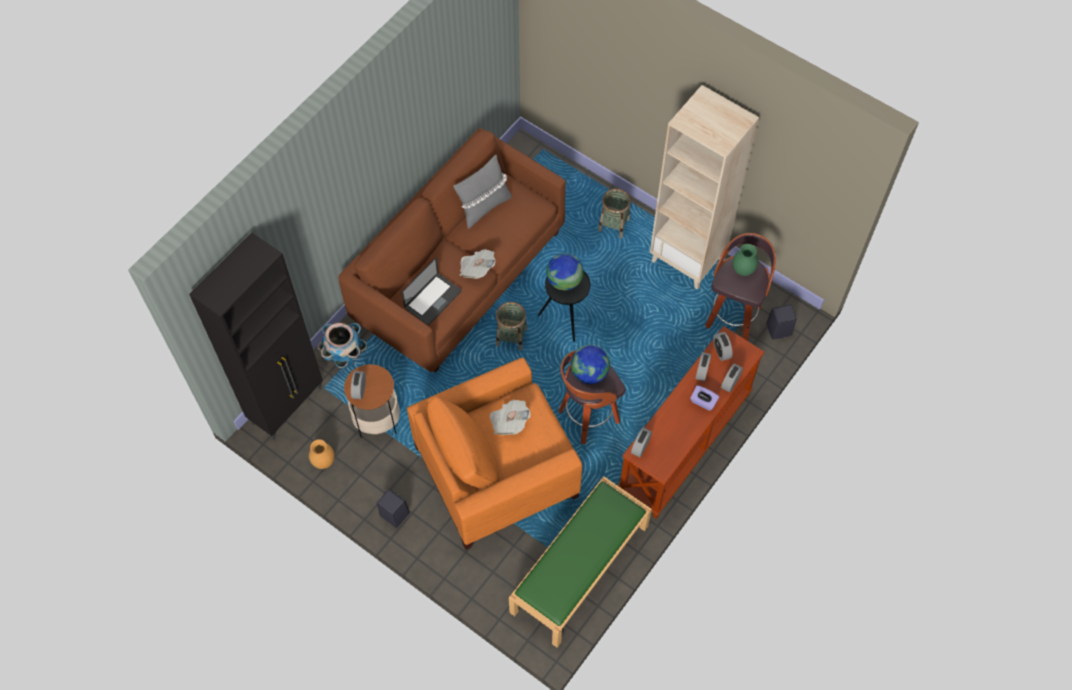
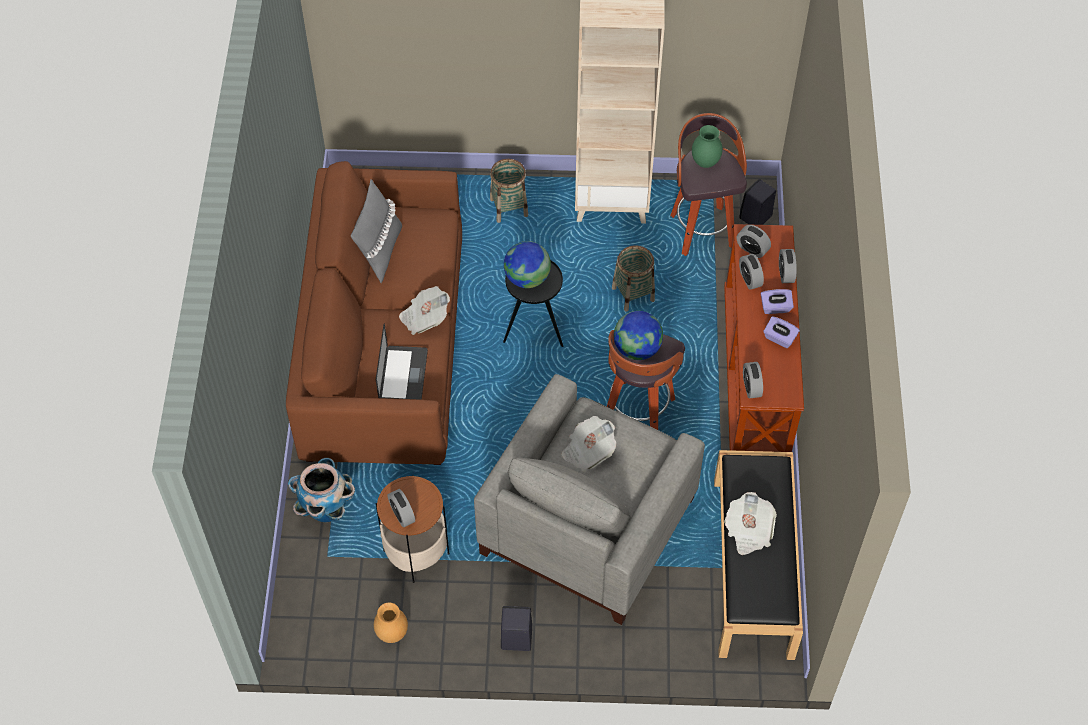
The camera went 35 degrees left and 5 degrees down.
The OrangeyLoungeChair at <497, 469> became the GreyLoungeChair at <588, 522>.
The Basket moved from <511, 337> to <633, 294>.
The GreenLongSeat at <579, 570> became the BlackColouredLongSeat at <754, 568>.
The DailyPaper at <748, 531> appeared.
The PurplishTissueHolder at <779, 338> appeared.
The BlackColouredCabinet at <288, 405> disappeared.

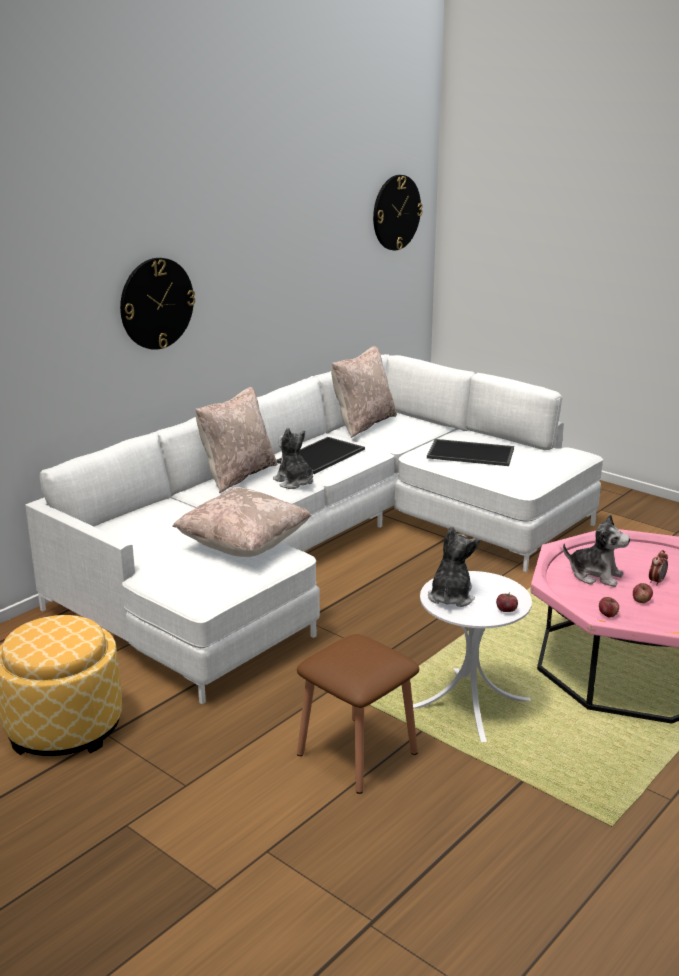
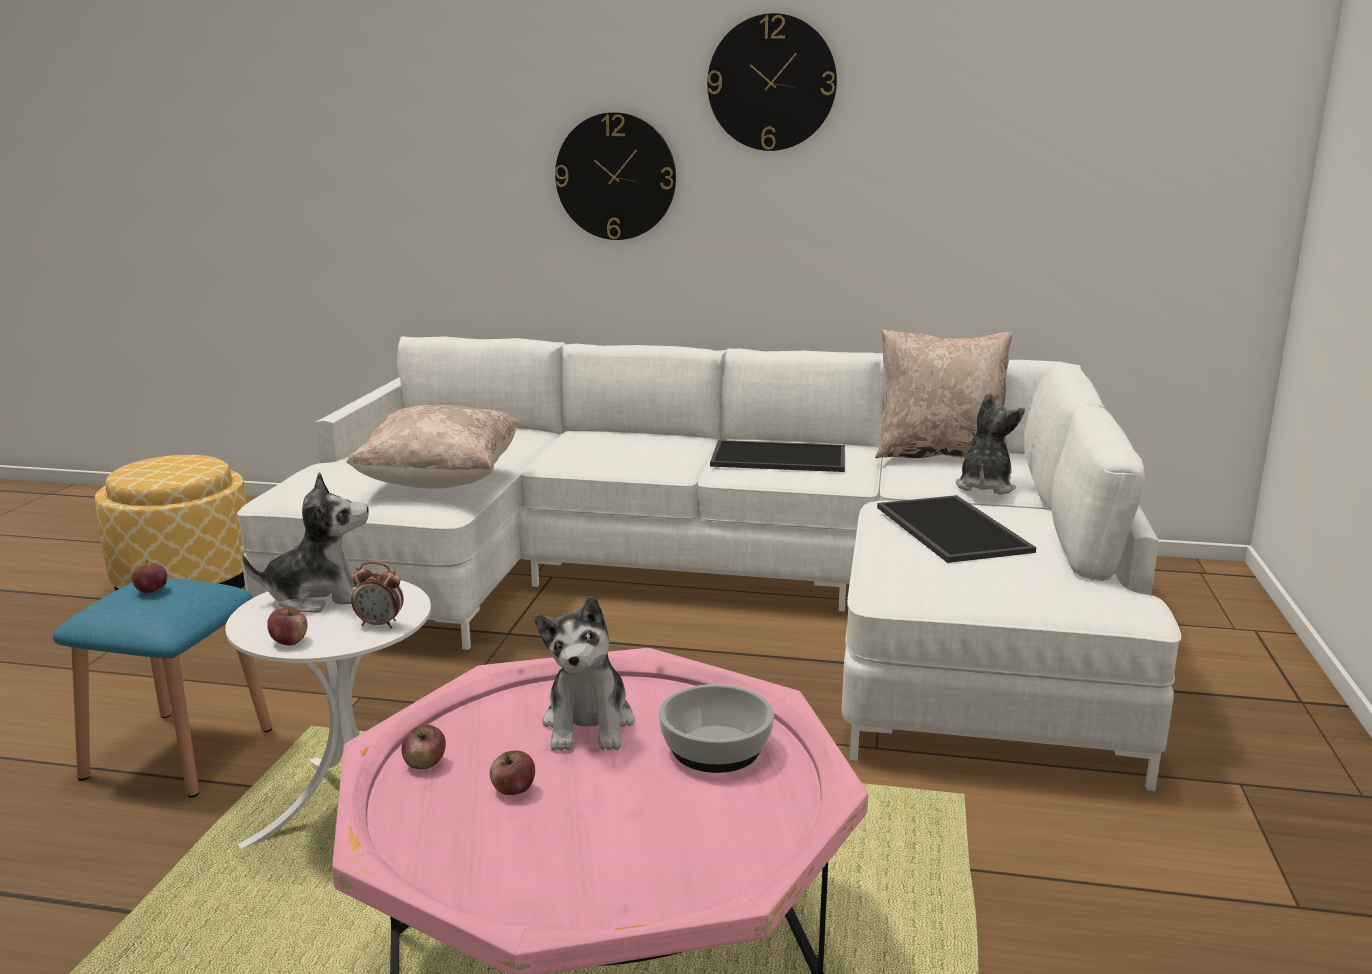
The camera went 60 degrees right and 5 degrees down.
The BrownishSittingStool at <357, 753> became the BlueColouredSittingStool at <178, 752>.
The AppleFruit at <151, 591> appeared.
The BedsideClock moved from <656, 581> to <380, 624>.
The DeepDish at <714, 748> appeared.
The HangingClock moved from <396, 212> to <771, 83>.
The CuddlyToy moved from <294, 482> to <984, 486>.
The SandColouredCushion at <237, 475> disappeared.

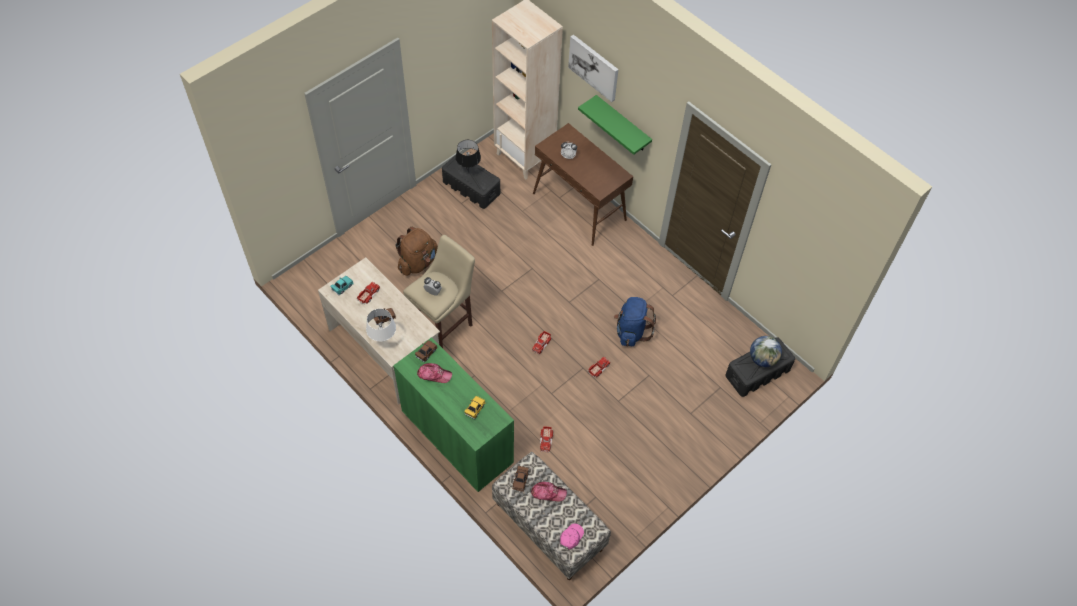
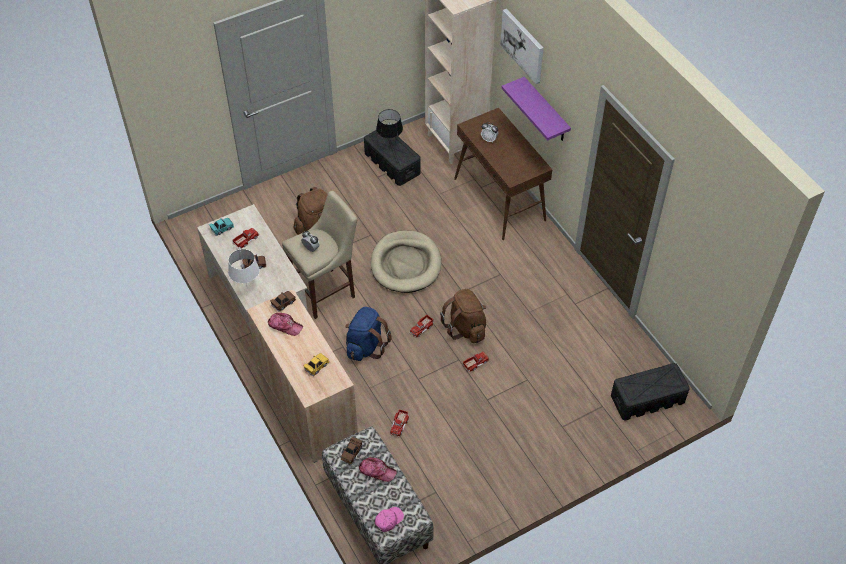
The camera went 15 degrees right and 5 degrees down.
The GreenCabinet at <457, 437> became the SandColouredCabinet at <308, 404>.
The BlueColouredBackpack moved from <631, 331> to <366, 346>.
The SandColouredDogCushion at <406, 264> appeared.
The BrownishBackpack at <466, 327> appeared.
The GreenBracketShelf at <622, 125> became the PurplishBracketShelf at <546, 111>.
The DeskGlobe at <762, 359> disappeared.

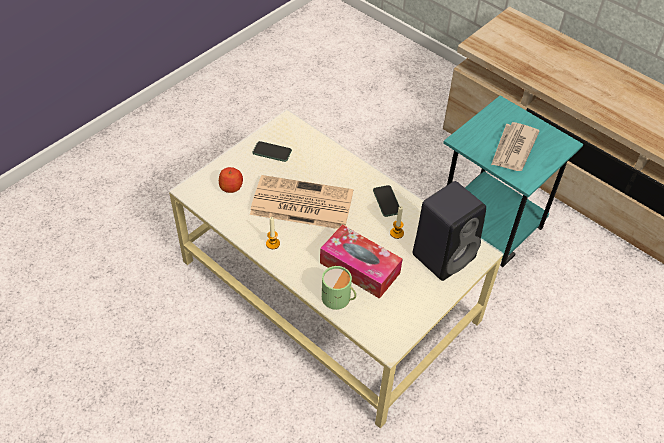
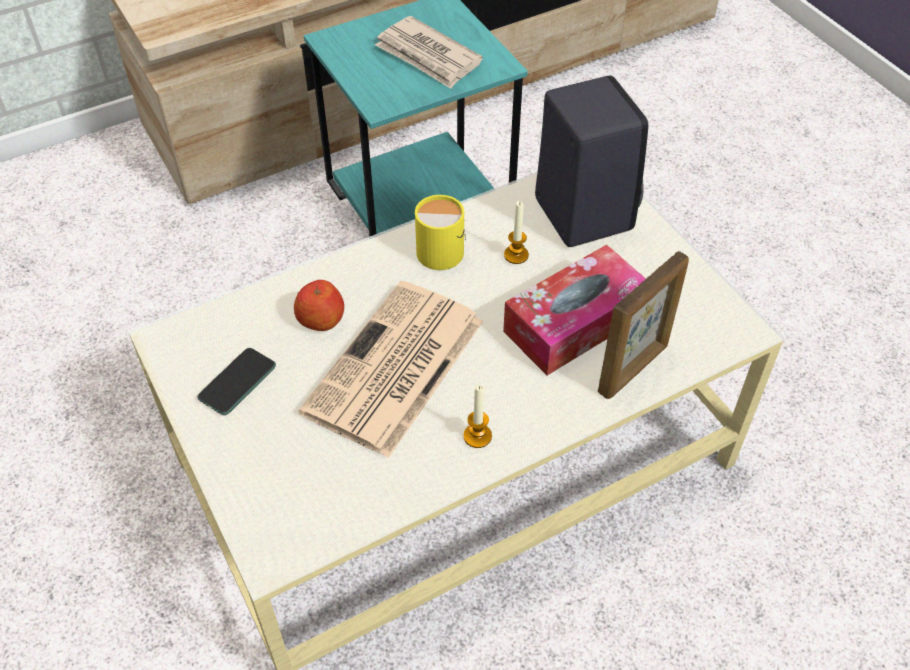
The camera went 70 degrees left and 0 degrees up.
The AppleFruit moved from <231, 187> to <321, 319>.
The Handset at <387, 201> was replaced by the YellowColouredMug at <441, 248>.
The GreenMug at <338, 299> was replaced by the PhotoFrame at <634, 369>.

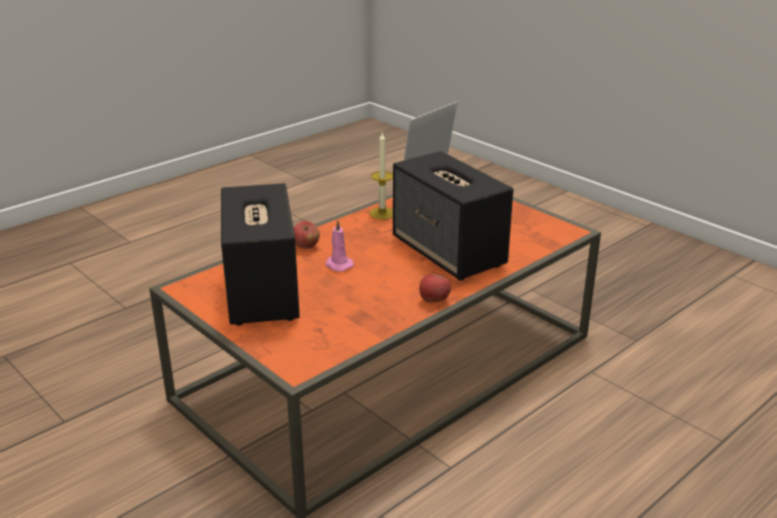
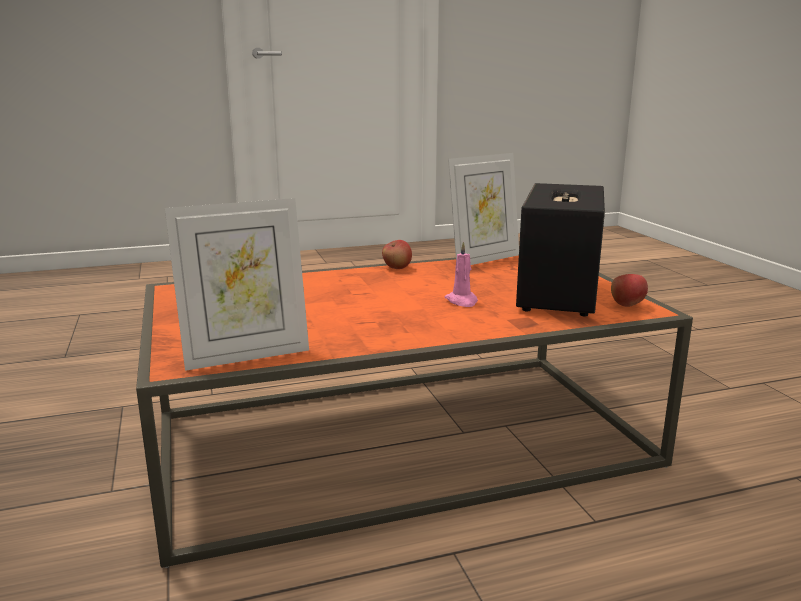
The camera went 155 degrees left and 10 degrees down.
The PhotoFrame at <483, 259> appeared.
The AppleFruit moved from <306, 247> to <627, 305>.
The WaxLight at <382, 213> disappeared.
The Speaker at <449, 252> disappeared.

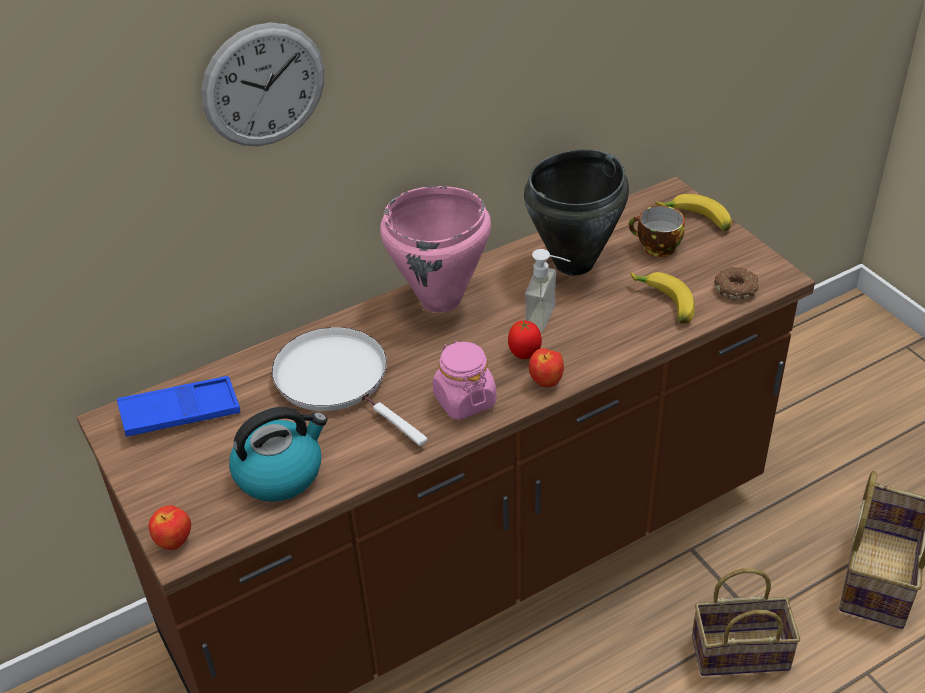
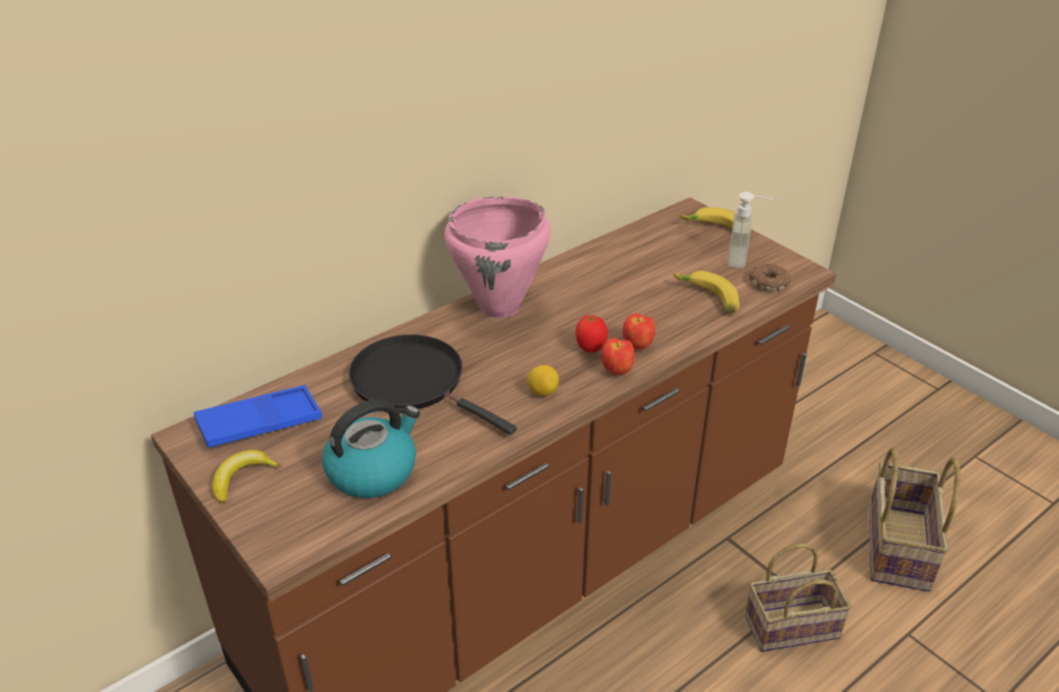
The camera went 10 degrees left and 5 degrees down.
The BananaFruit at <242, 479> appeared.
The WhitishFryingPan at <337, 380> became the BlackColouredFryingPan at <414, 382>.
The PinkColouredPreserveJar at <464, 400> was replaced by the Lemon at <542, 392>.
The AppleFruit moved from <175, 542> to <638, 346>.
The LiquidSoapBottle moved from <549, 319> to <745, 258>.
The HangingClock at <264, 85> disappeared.
The BlackColouredCookingPot at <575, 263> disappeared.
The Cup at <656, 248> disappeared.

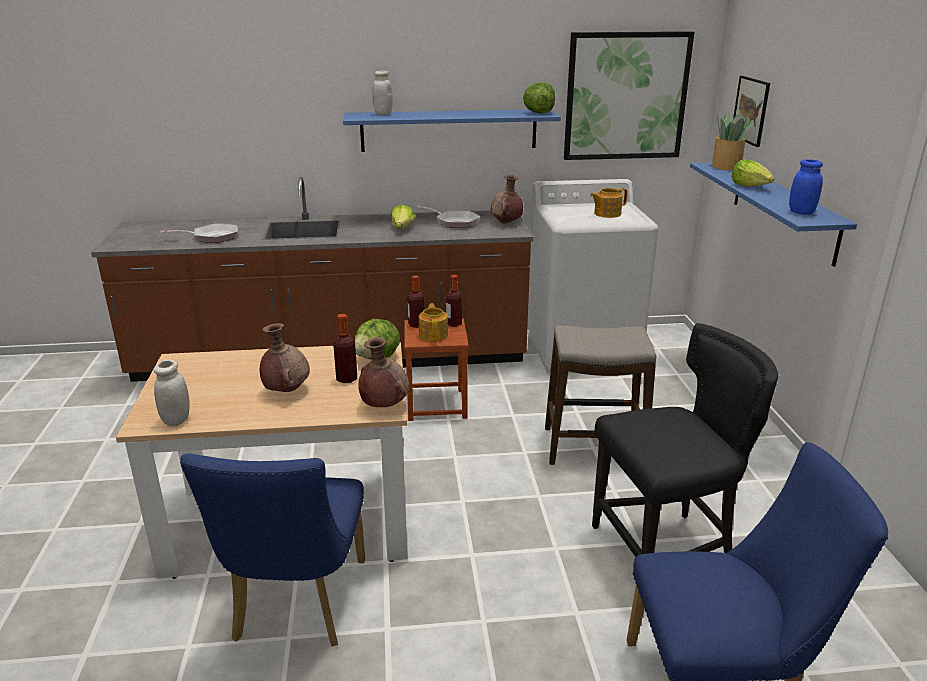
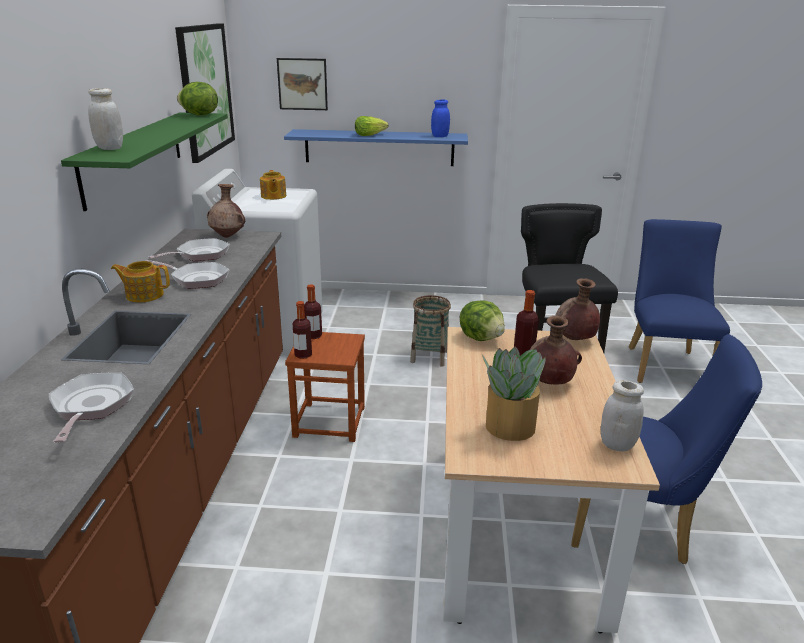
The camera went 80 degrees left and 0 degrees up.
The BlueColouredBracketShelf at <449, 130> became the GreenBracketShelf at <134, 156>.
The Teapot moved from <433, 335> to <144, 295>.
The Lettuce at <402, 228> was replaced by the FryingPan at <196, 279>.
The SittingStool at <593, 446> was replaced by the Basket at <429, 356>.
The Houseplant moved from <726, 166> to <509, 427>.

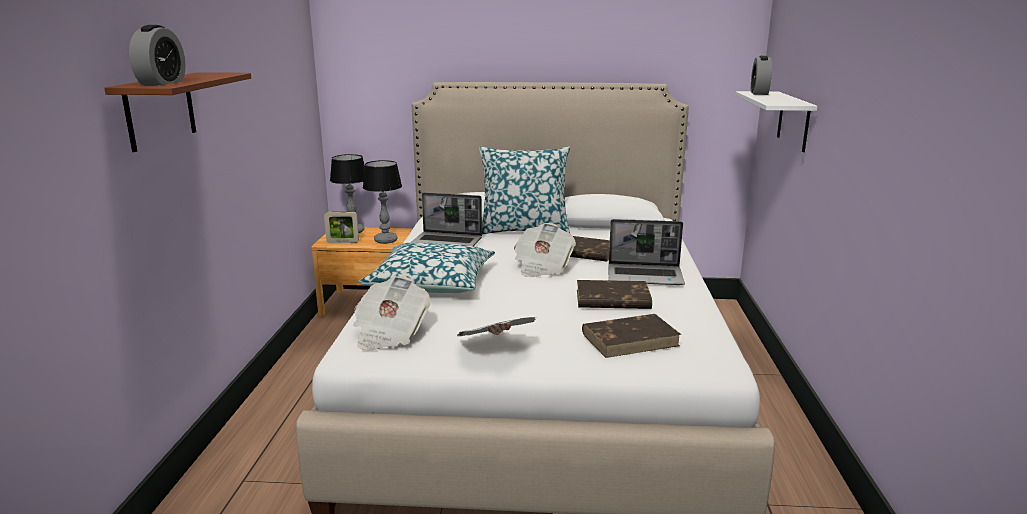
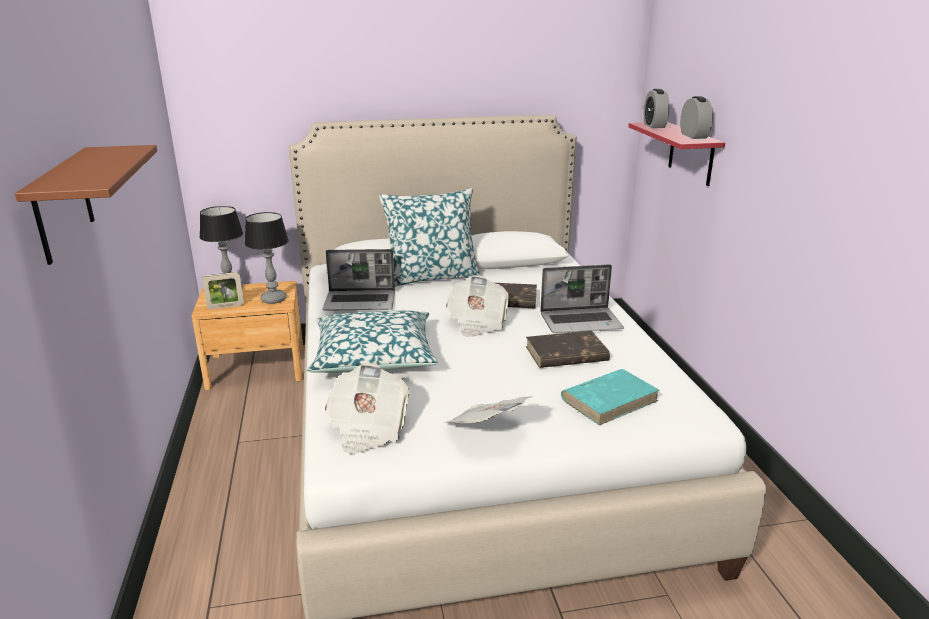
The camera went 15 degrees left and 5 degrees up.
The BrownishVolume at <630, 339> became the TurquoiseColouredVolume at <610, 399>.
The WhitishBracketShelf at <793, 121> became the RedColouredBracketShelf at <691, 153>.
The BedsideClock moved from <162, 83> to <693, 136>.

